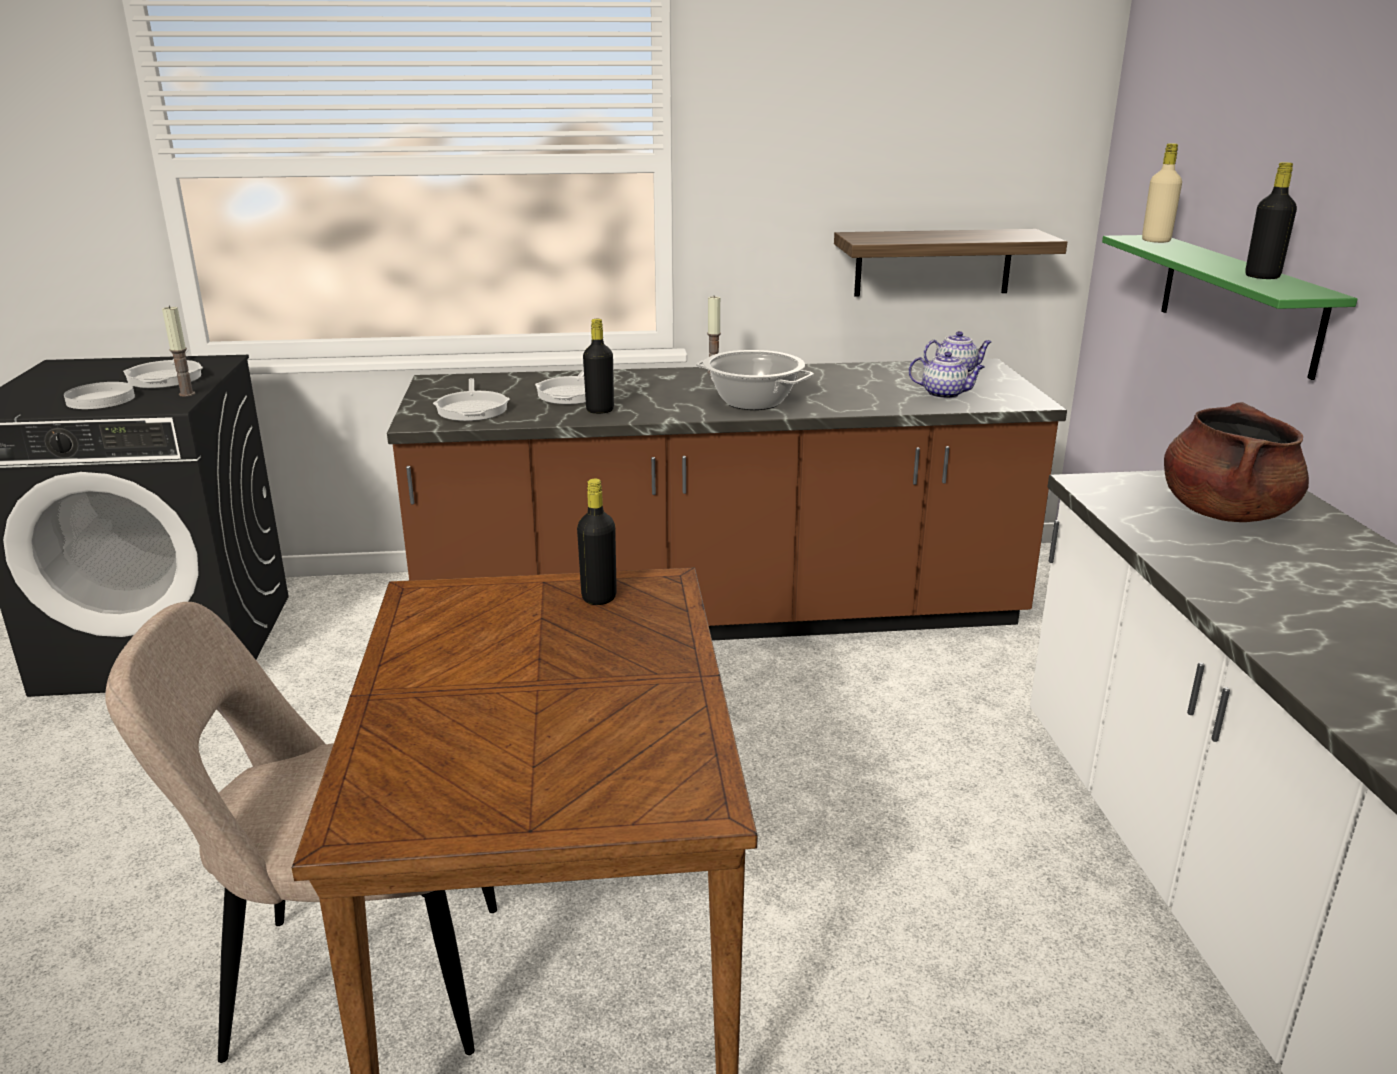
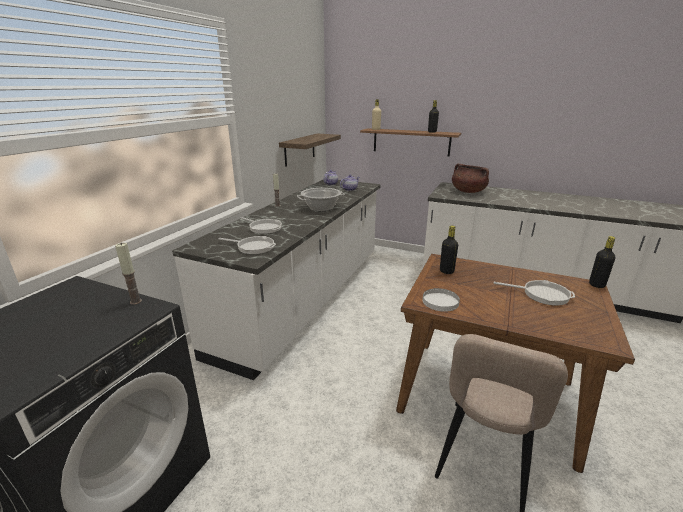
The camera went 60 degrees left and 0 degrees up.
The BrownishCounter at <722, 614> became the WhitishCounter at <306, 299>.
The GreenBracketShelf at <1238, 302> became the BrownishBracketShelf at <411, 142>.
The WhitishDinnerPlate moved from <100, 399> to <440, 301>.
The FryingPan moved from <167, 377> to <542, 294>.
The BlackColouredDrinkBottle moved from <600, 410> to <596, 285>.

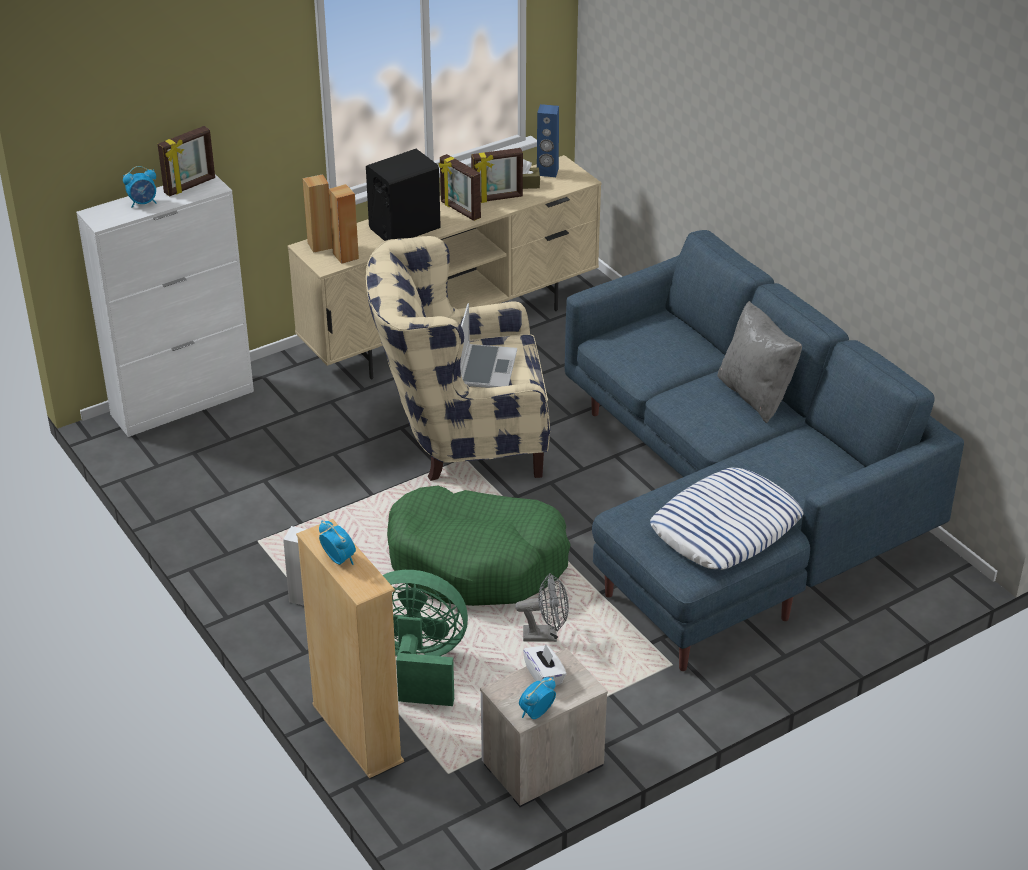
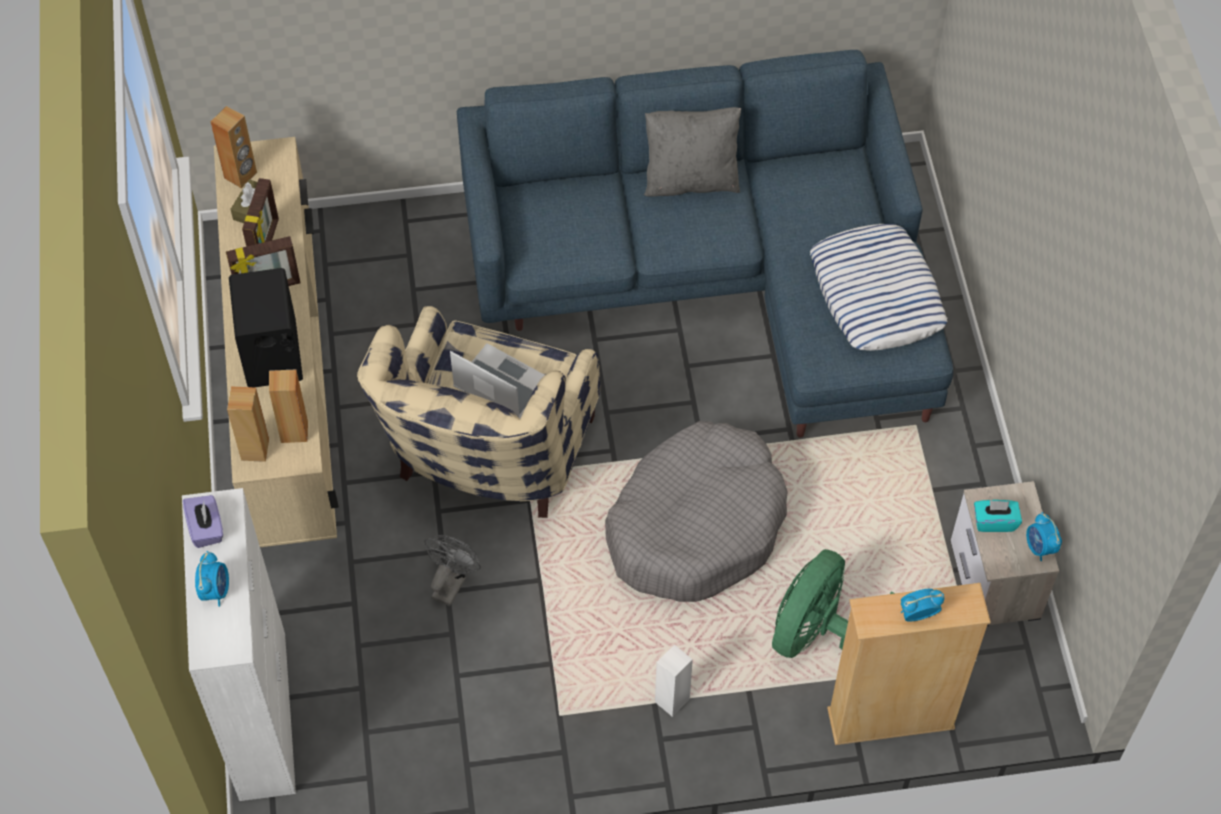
The camera went 65 degrees left and 20 degrees up.
The PhotoFrame at <190, 186> was replaced by the PurplishTissueHolder at <206, 529>.
The BlueColouredSpeaker at <547, 172> became the BrownishSpeaker at <241, 175>.
The GreyCoolingFan moved from <546, 635> to <451, 583>.
The GreenDogCushion at <477, 562> became the GreyDogCushion at <696, 525>.
The WhitishTissueHolder at <544, 676> became the TurquoiseColouredTissueHolder at <994, 522>.

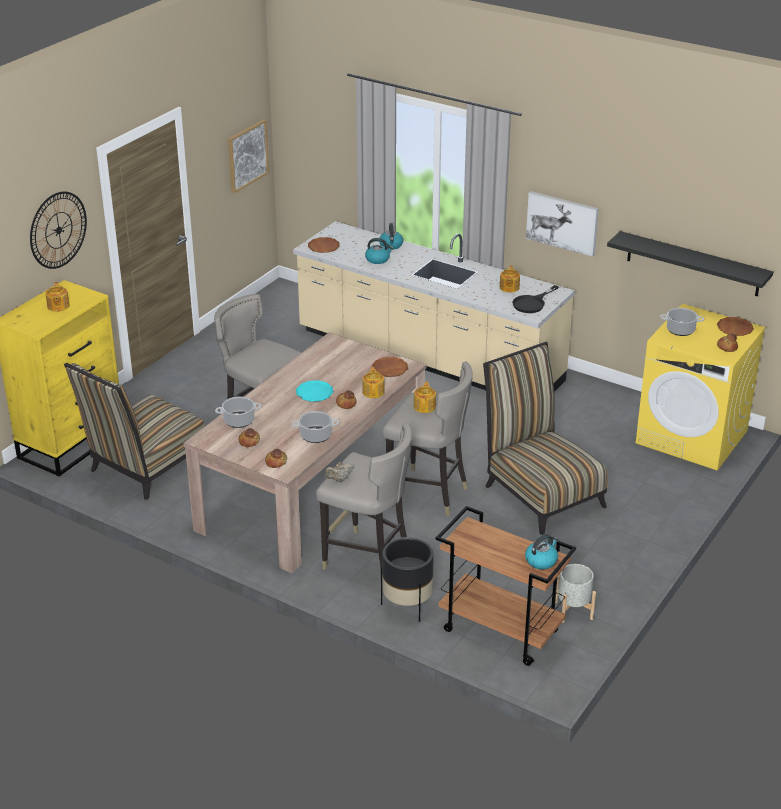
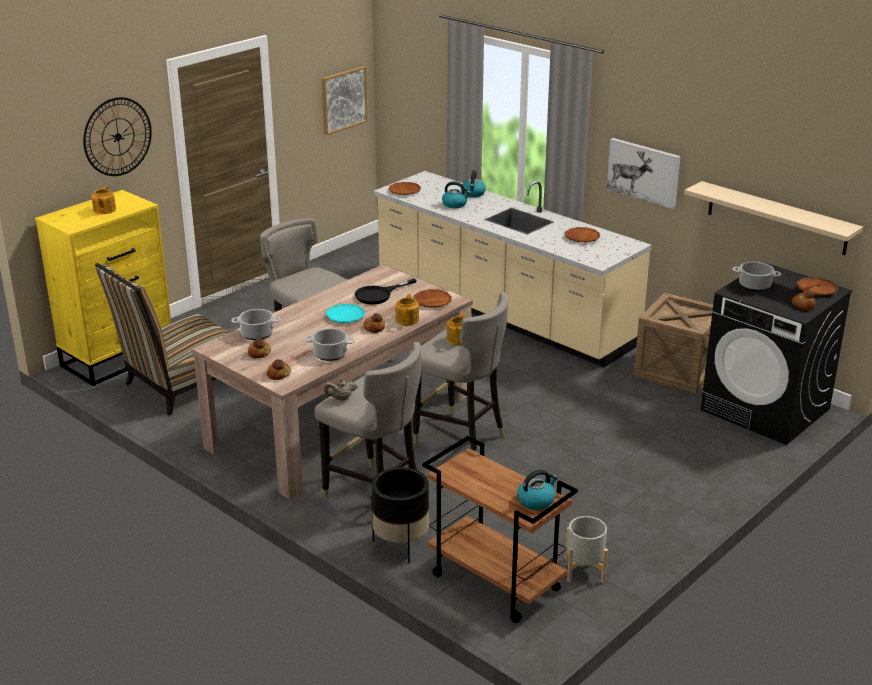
The camera went 10 degrees right and 5 degrees down.
The BlackColouredFryingPan moved from <532, 303> to <378, 295>.
The Teapot at <509, 288> was replaced by the BrownishDinnerPlate at <582, 237>.
The PackingCrate at <676, 370> appeared.
The BlackColouredBracketShelf at <693, 264> became the SandColouredBracketShelf at <776, 218>.
The YellowColouredWashingMachine at <692, 437> became the BlackColouredWashingMachine at <766, 409>.
The Chair at <540, 492> disappeared.

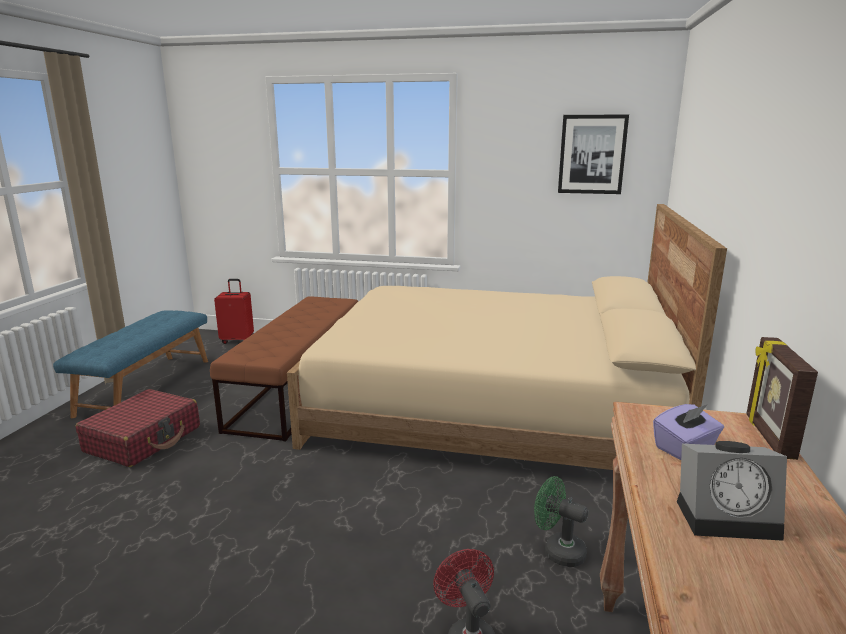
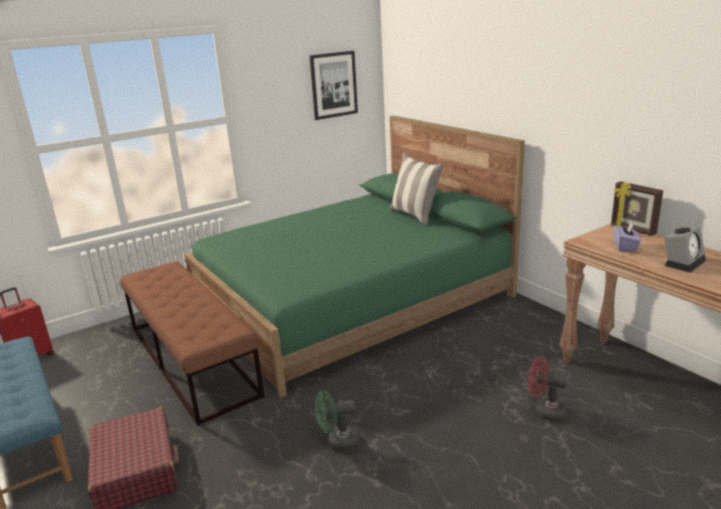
The camera went 45 degrees left and 5 degrees up.
The SandColouredSleepingBed at <492, 406> became the GreenSleepingBed at <354, 301>.
The GreenCoolingFan moved from <558, 551> to <338, 443>.
The Cushion at <415, 215> appeared.

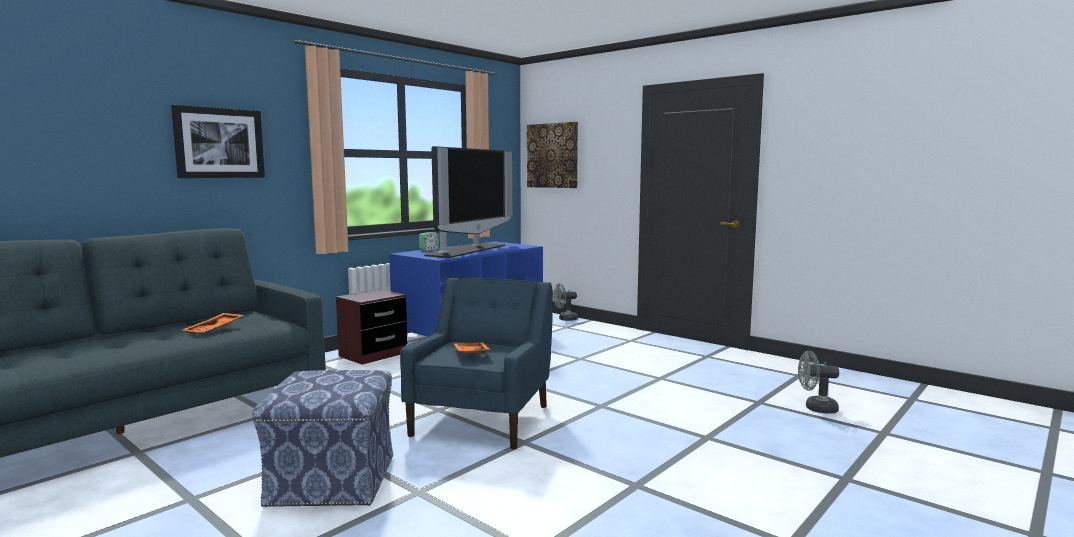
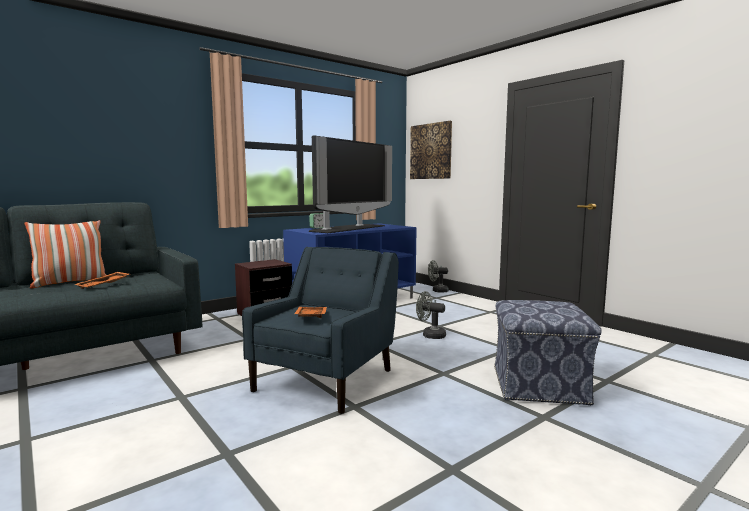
The camera went 10 degrees right and 0 degrees up.
The Cushion at <70, 282> appeared.
The GreyCoolingFan moved from <815, 408> to <430, 335>.
The Pouffe moved from <332, 481> to <539, 385>.
The Picture at <219, 143> disappeared.

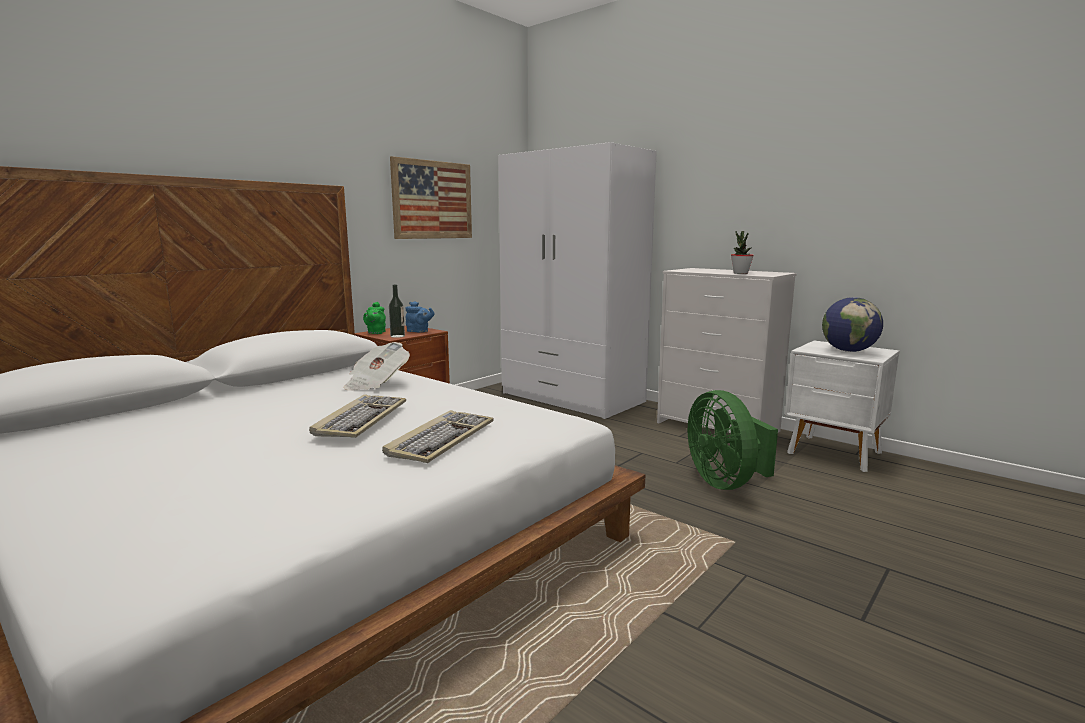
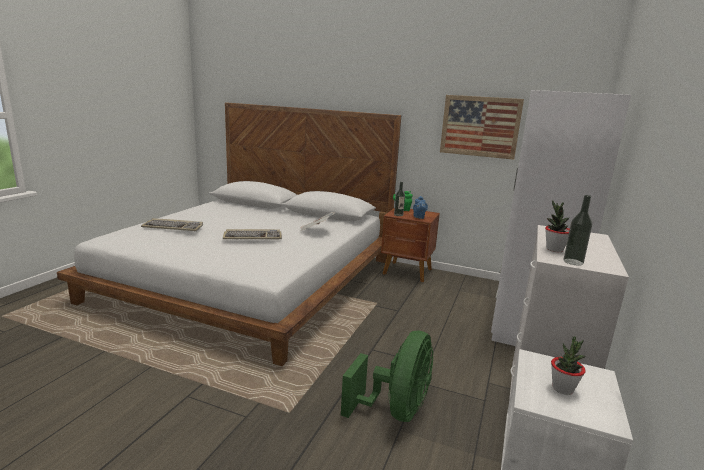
The camera went 70 degrees right and 5 degrees up.
The ComputerKeyboard moved from <441, 439> to <174, 227>.
The GreenCoolingFan at <726, 482> turned 150 degrees clockwise.
The DeskGlobe at <848, 351> was replaced by the Houseplant at <562, 389>.
The DrinkBottle at <573, 262> appeared.

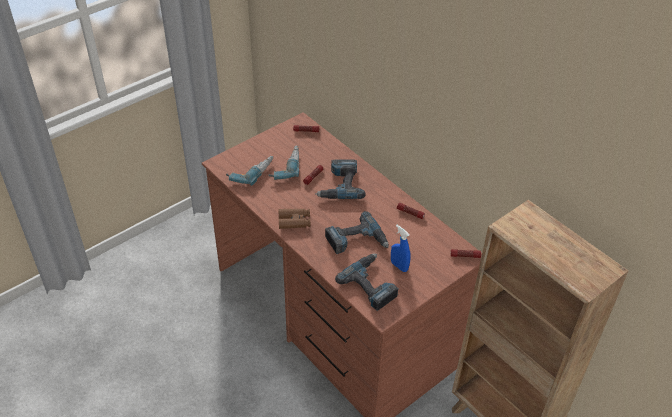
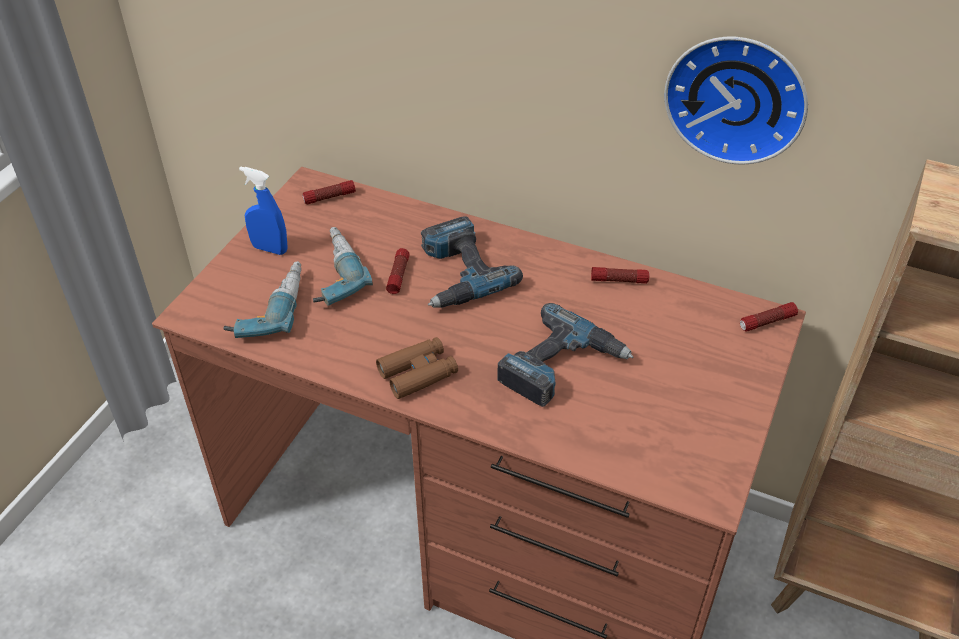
The camera went 25 degrees left and 0 degrees up.
The BlueColouredHandSprayer moved from <399, 266> to <270, 249>.
The HangingClock at <737, 96> appeared.
The Drill at <371, 284> disappeared.

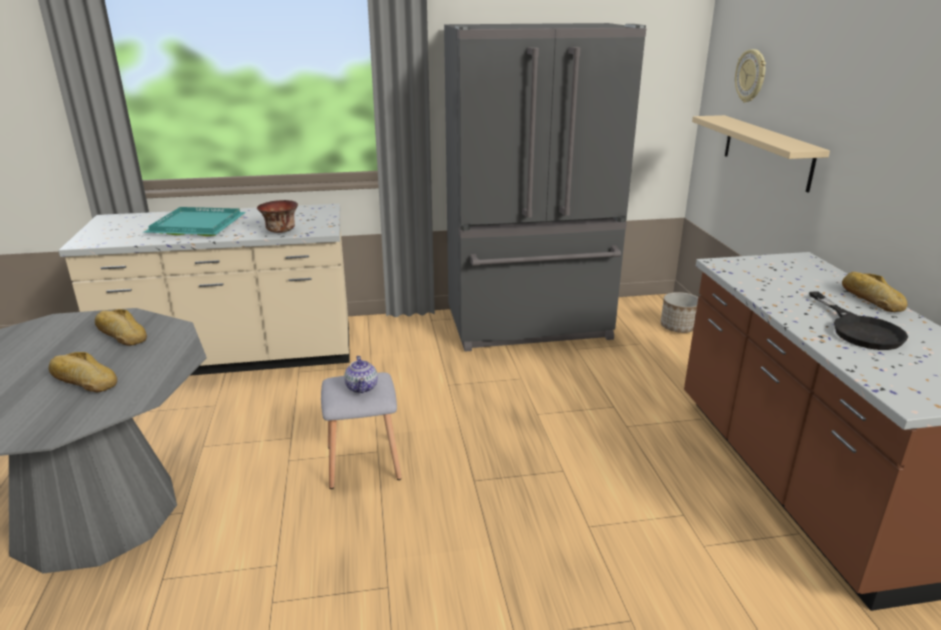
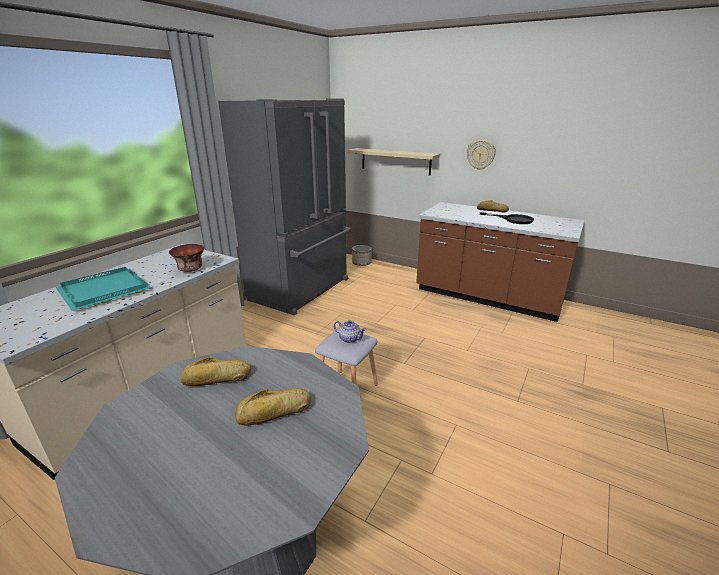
The camera went 50 degrees left and 0 degrees up.
The HangingClock moved from <751, 76> to <480, 154>.

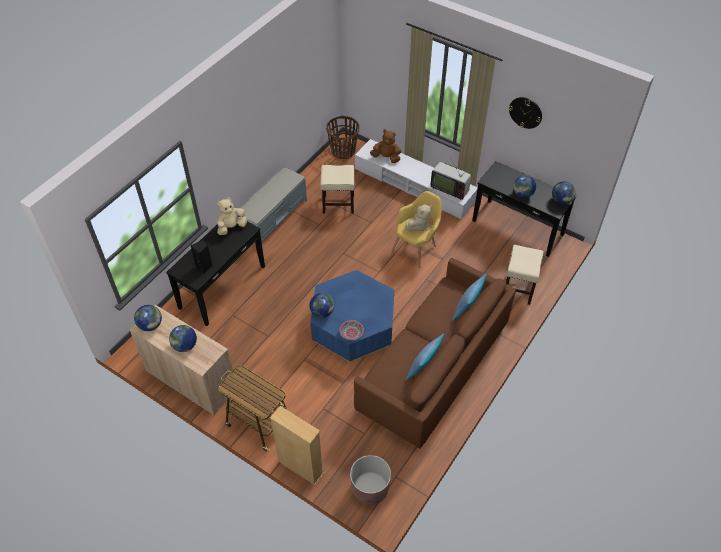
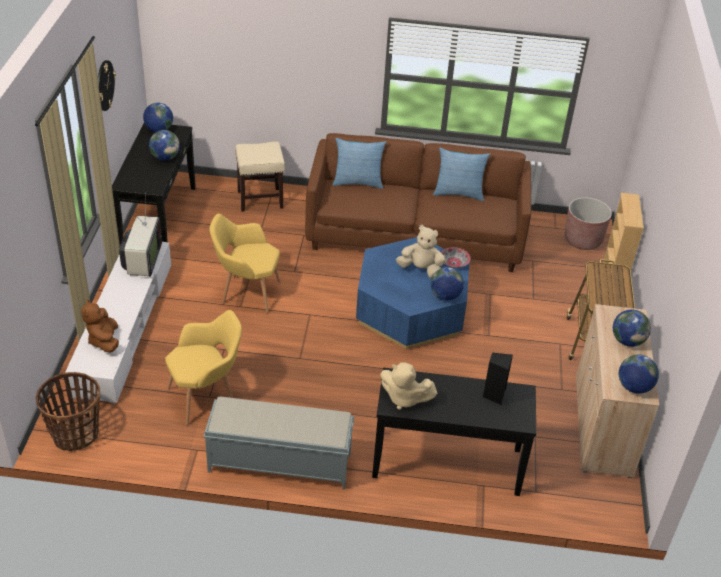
The camera went 120 degrees left and 10 degrees down.
The SandColouredSittingStool at <338, 204> was replaced by the YellowColouredLoungeChair at <206, 397>.
The SandColouredCuddlyToy moved from <419, 225> to <421, 269>.

